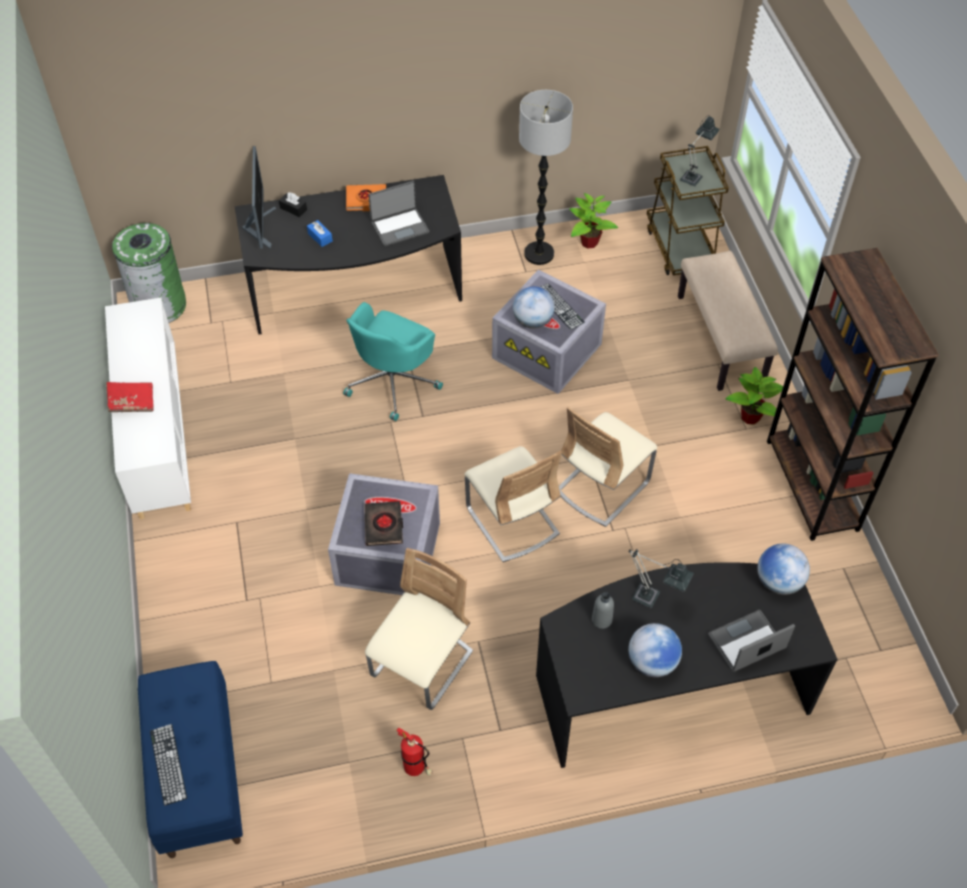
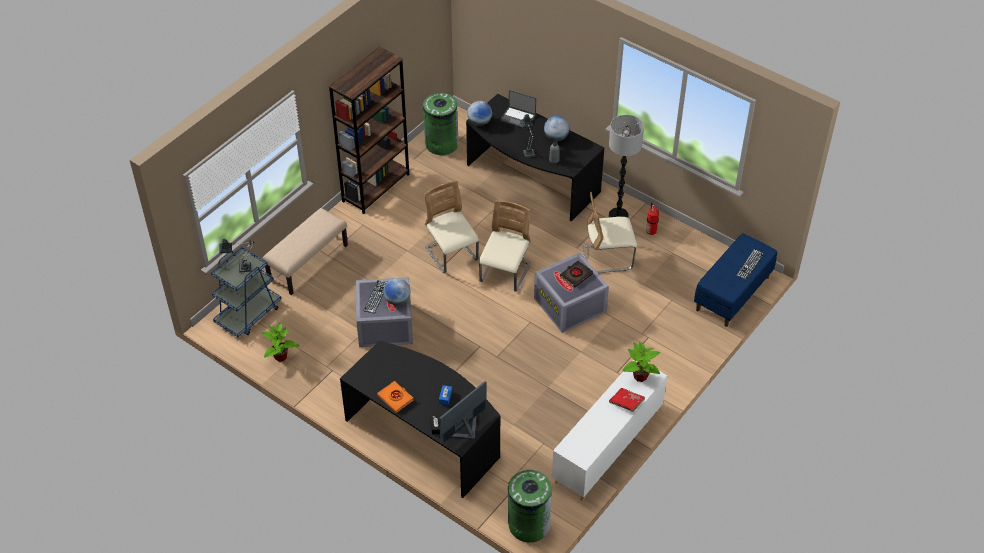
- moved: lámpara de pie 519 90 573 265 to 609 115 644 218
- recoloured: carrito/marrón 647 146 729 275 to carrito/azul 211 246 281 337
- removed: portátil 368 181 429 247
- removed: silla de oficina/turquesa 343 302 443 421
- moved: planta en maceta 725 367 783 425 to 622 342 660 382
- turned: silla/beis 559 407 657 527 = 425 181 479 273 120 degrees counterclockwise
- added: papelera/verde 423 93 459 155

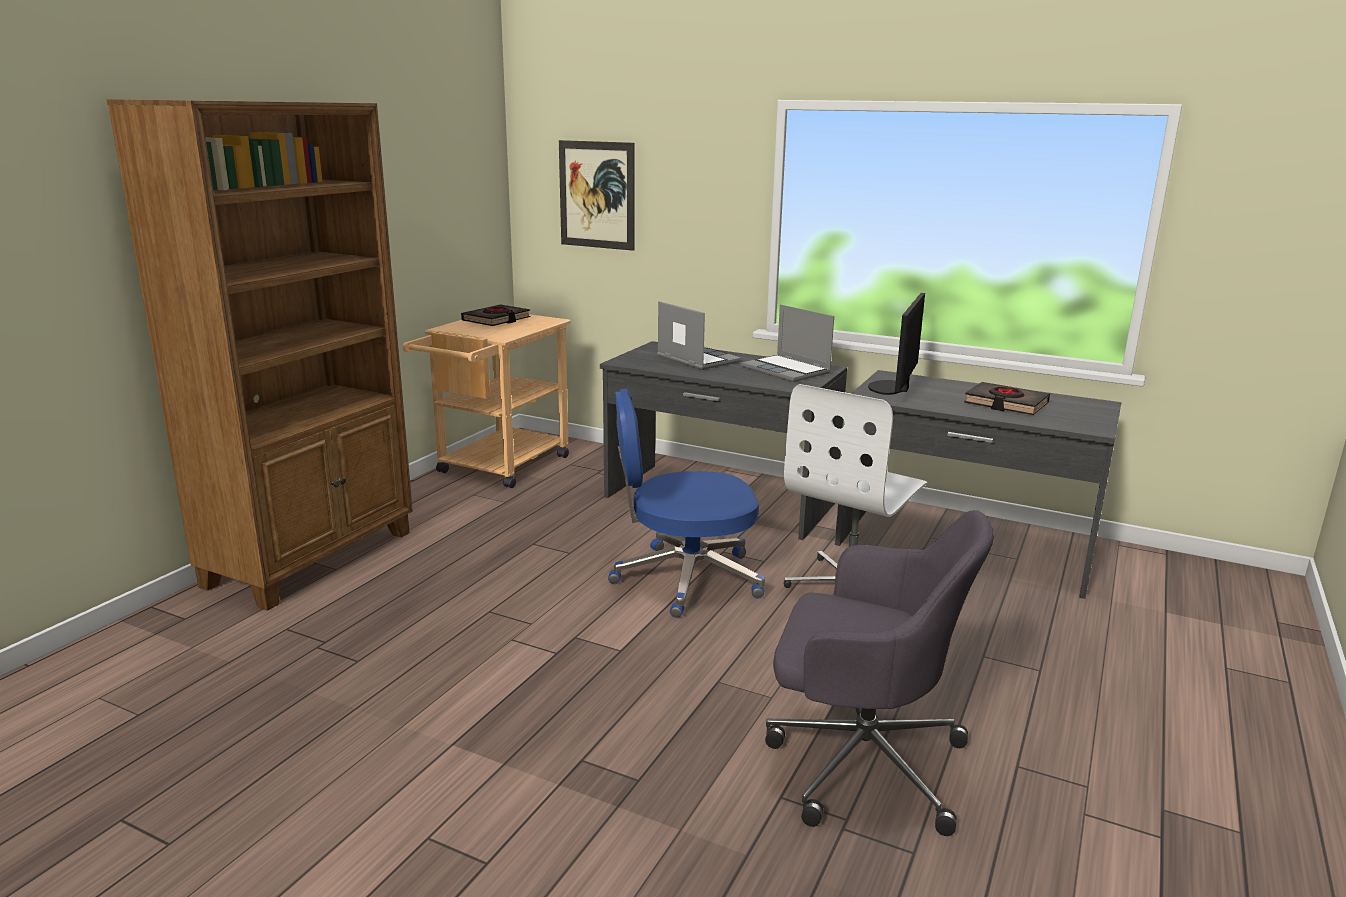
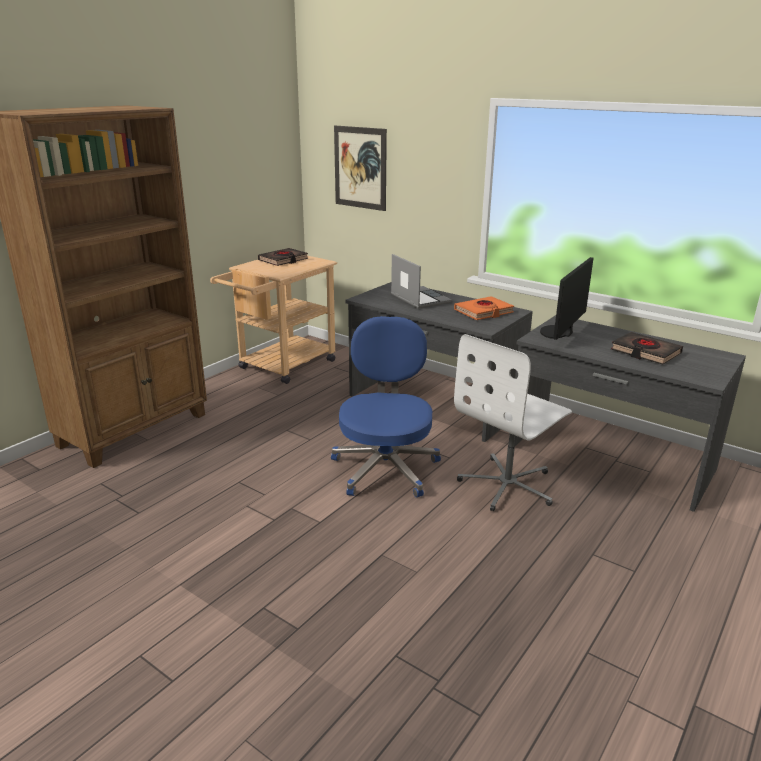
- replaced: portátil 741 304 834 382 to libro/naranja 454 296 514 320
- turned: silla de oficina/azul 608 388 765 618 = 331 316 441 498 90 degrees clockwise
- removed: silla de oficina/gris 765 510 994 836

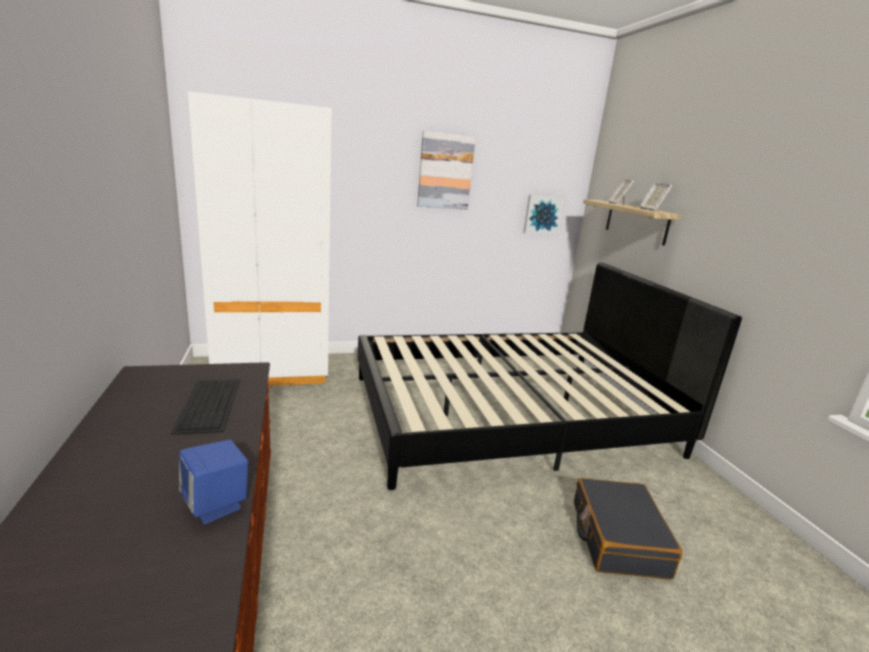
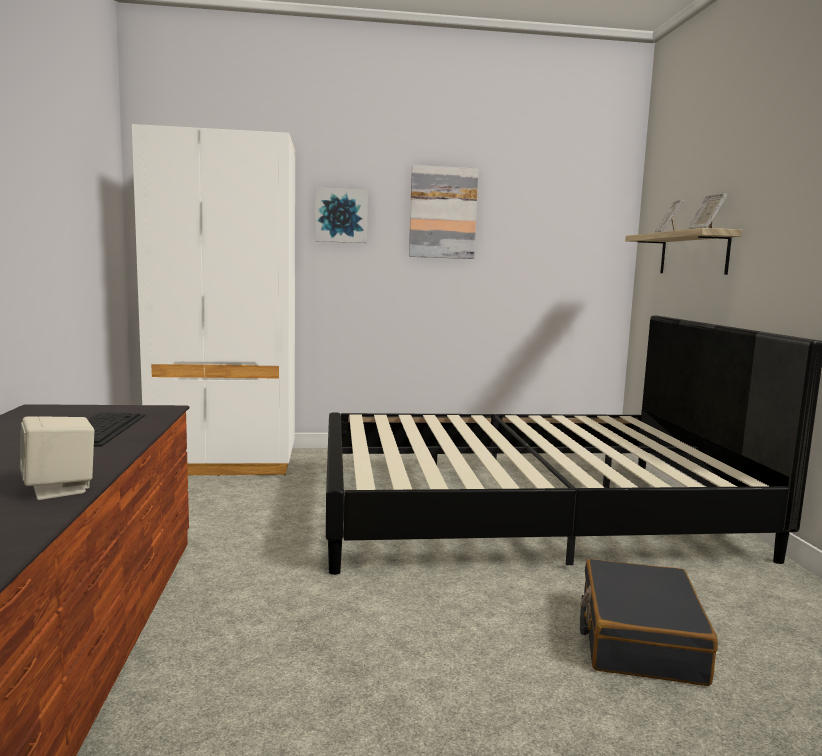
- moved: cuadro 523 195 565 235 to 315 188 368 243
- recoloured: altavoz/azul 179 440 248 524 to altavoz/beis 20 416 94 500

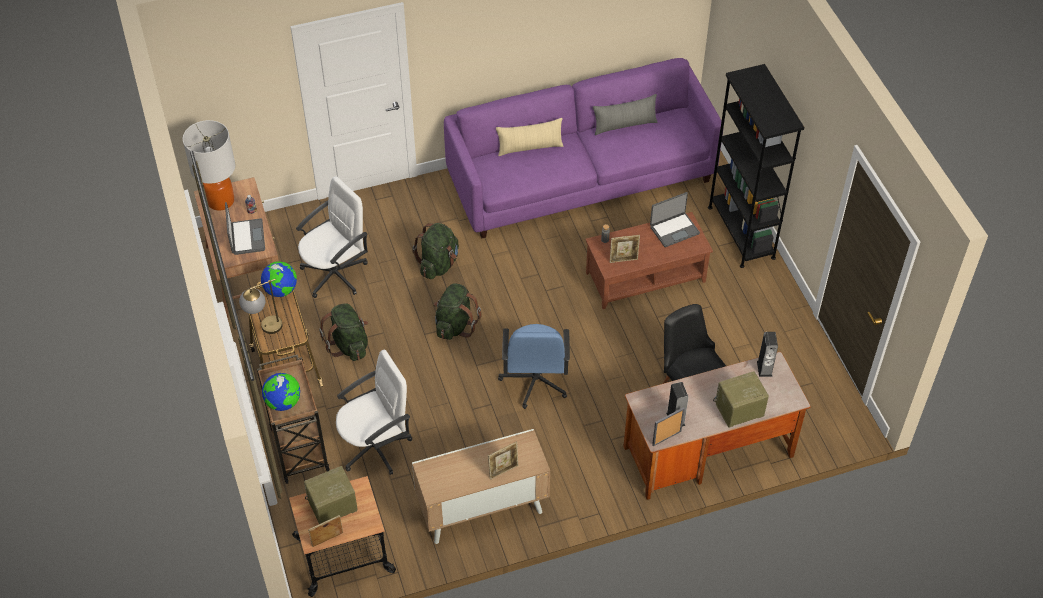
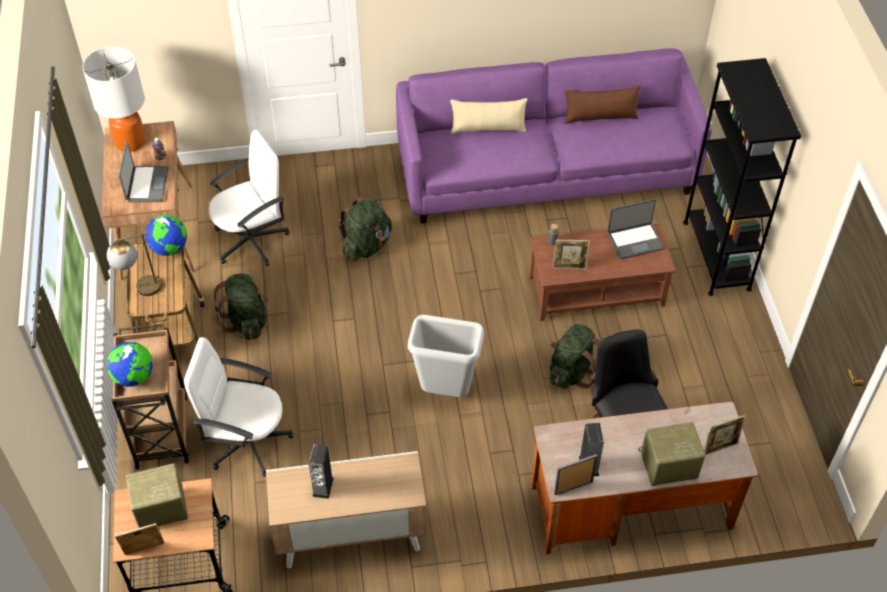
- recoloured: cojín/gris 593 94 658 135 to cojín/marrón 564 85 641 124
- moved: mochila/verde 434 283 482 340 to 550 324 600 389
- replaced: silla de oficina/azul 498 324 570 409 to papelera/gris 408 315 484 397
- moved: altavoz 757 332 778 377 to 309 444 334 499
- turned: silla de oficina/blanco 336 350 412 475 = 184 337 294 477 150 degrees counterclockwise
- moved: portarretratos 488 441 518 480 to 704 415 746 455

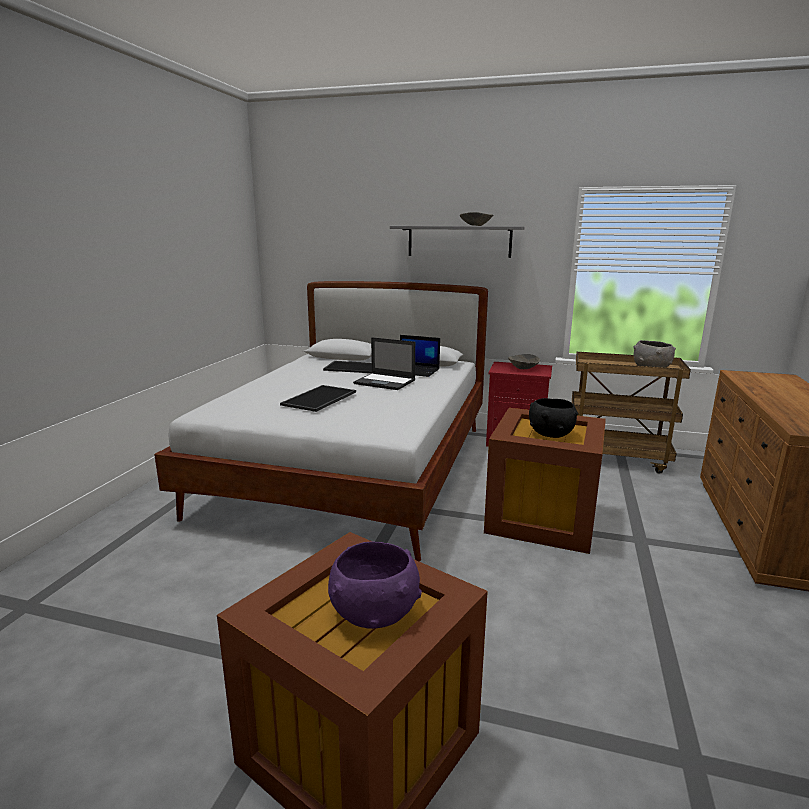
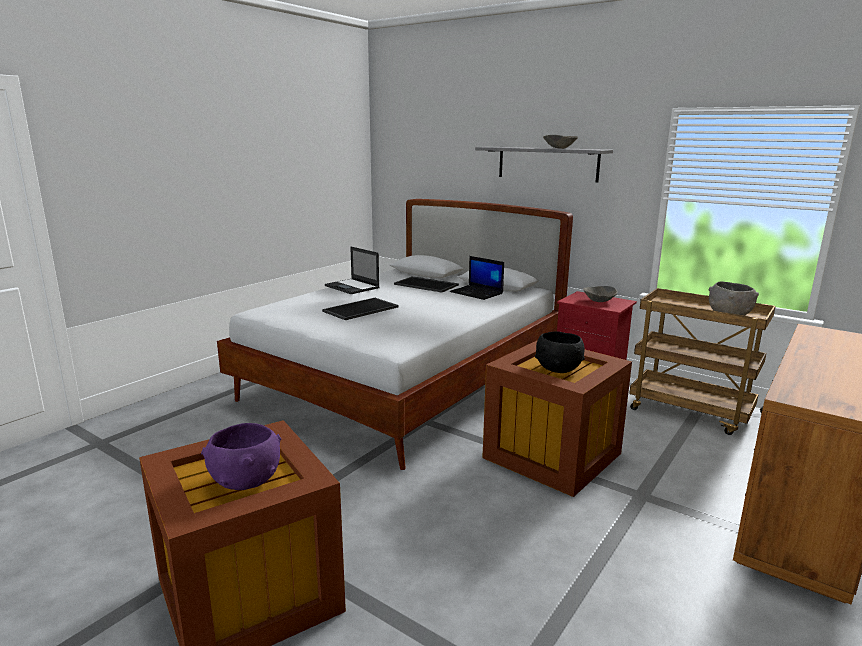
- moved: portátil 353 337 415 390 to 325 246 380 294

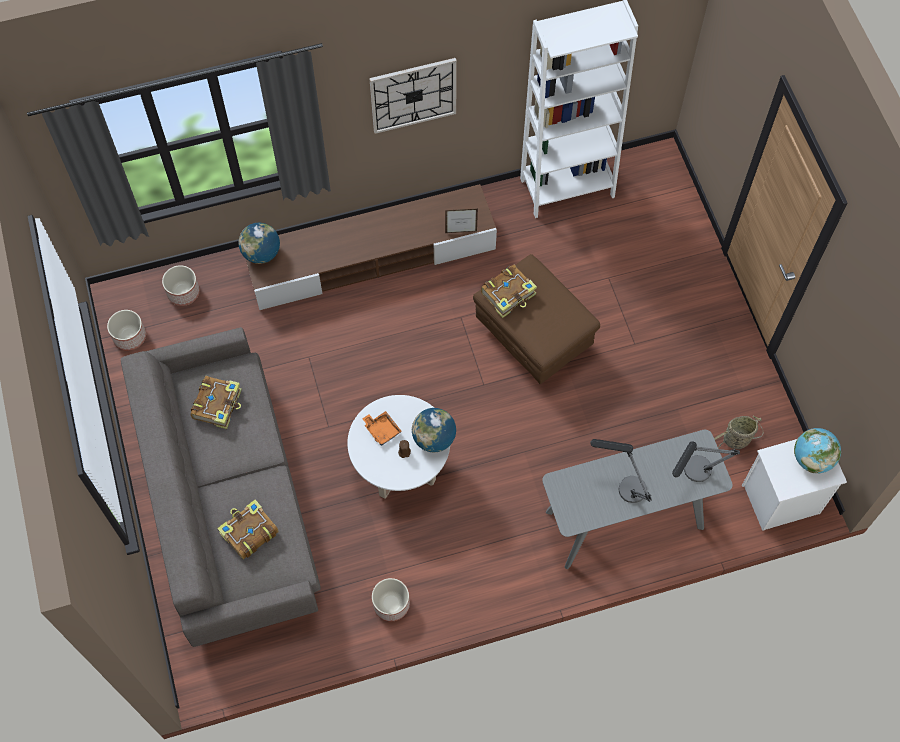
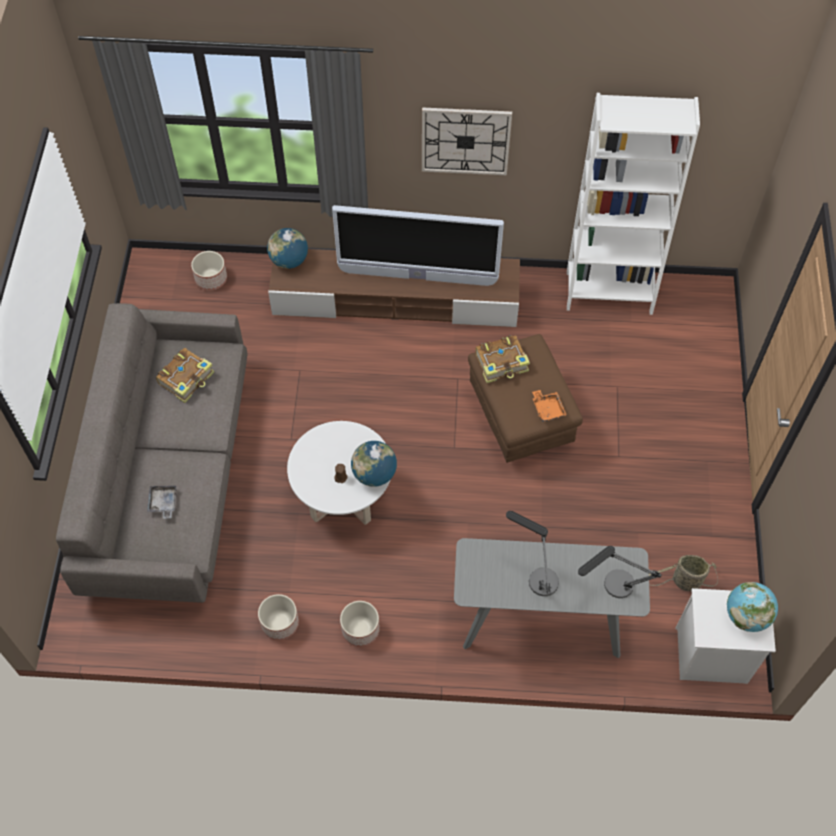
- removed: portarretratos 445 209 478 233
- moved: maceta 107 310 146 350 to 340 601 380 647
- moved: bandeja/naranja 362 411 402 446 to 532 390 567 422
- replaced: libro 217 500 279 559 to bandeja/gris 147 485 177 519
- added: televisor 332 205 504 286

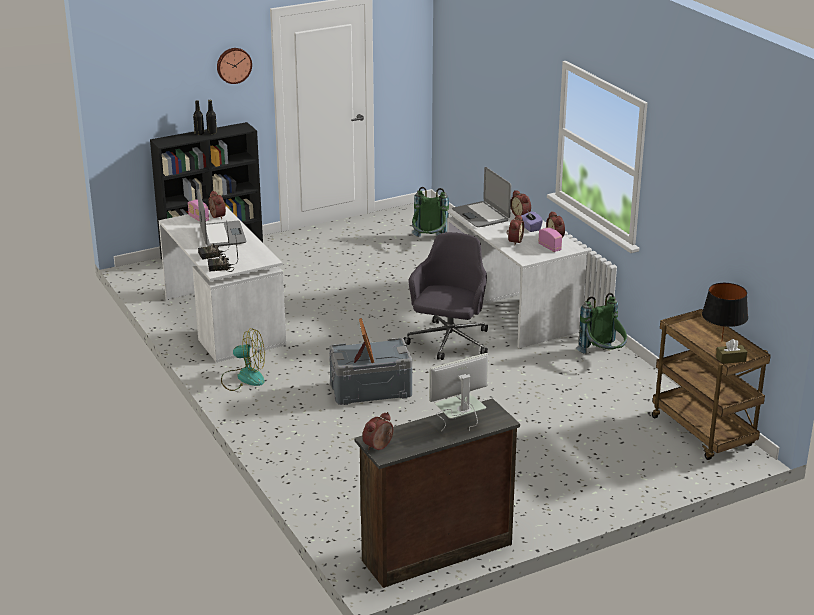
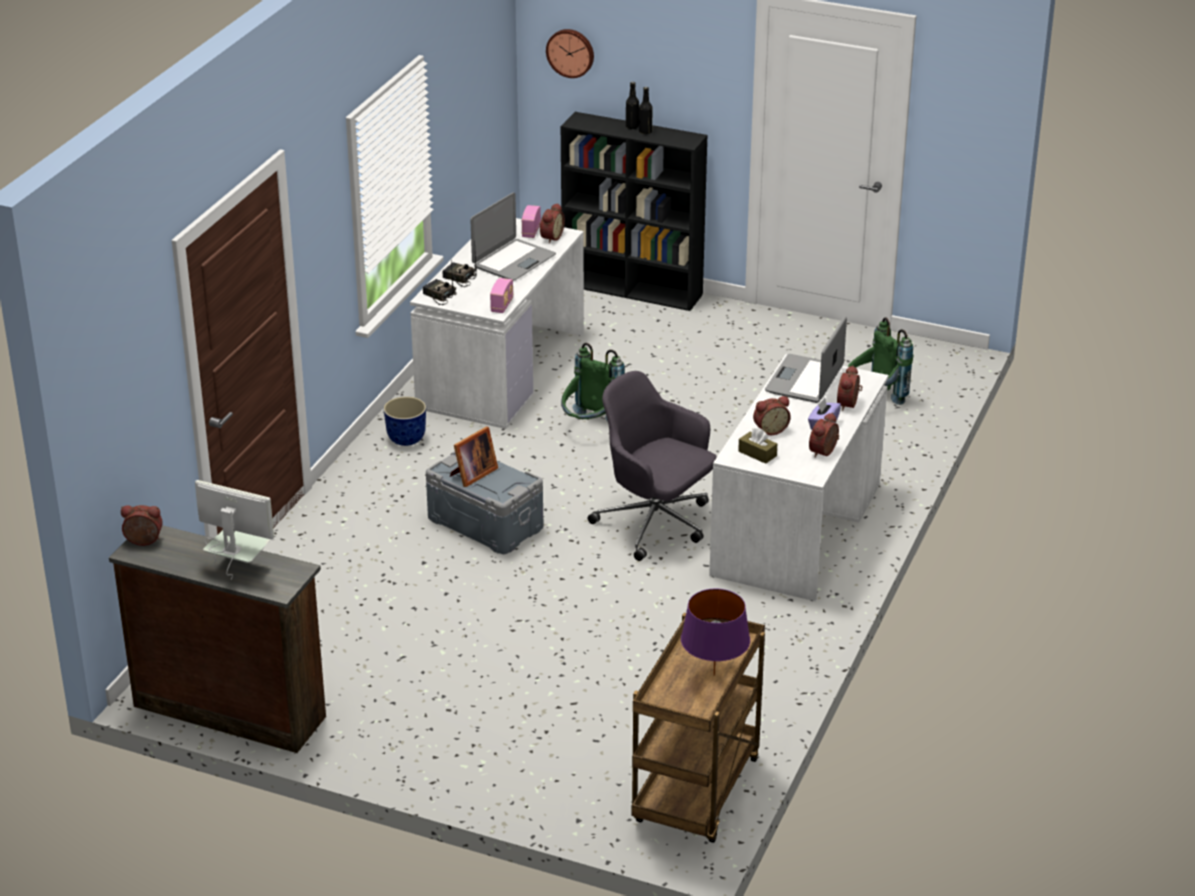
- moved: reloj de pared 217 48 252 84 to 546 29 594 78
- moved: radio 538 227 562 252 to 490 278 514 313
- turned: silla de oficina/gris 404 232 488 360 = 588 371 717 561 120 degrees counterclockwise
- recoloured: lámpara de mesa/negro 702 283 748 340 to lámpara de mesa/morado 681 589 750 676
- moved: mochila/verde 576 293 627 354 to 561 343 625 421
- replaced: ventilador 221 328 265 391 to maceta 383 396 426 446
- moved: caja de pañuelos/marrón 716 339 747 364 to 738 428 777 464

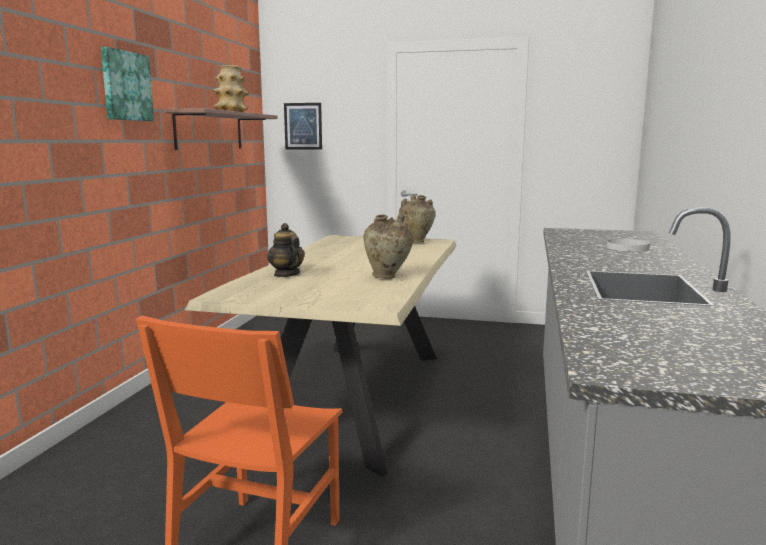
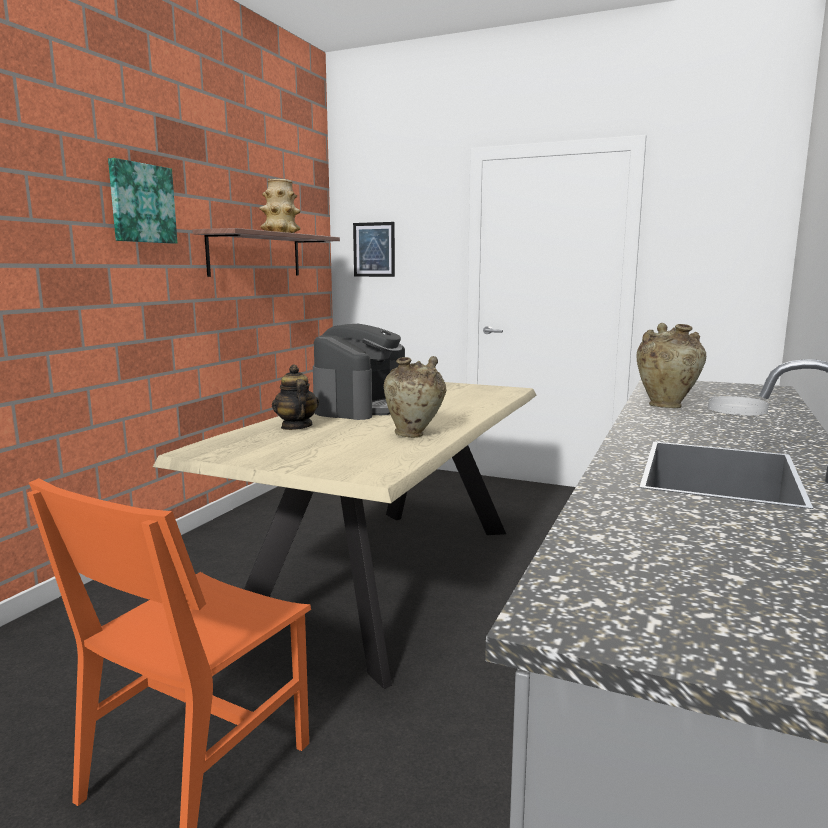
- moved: florero/beis 399 195 436 243 to 637 323 706 408
- added: cafetera 313 324 405 420

